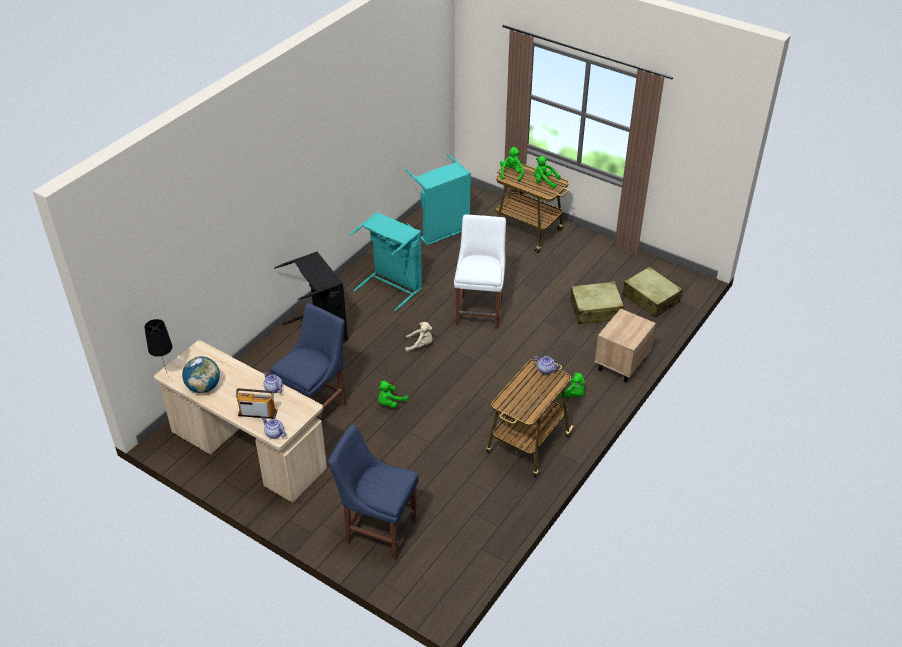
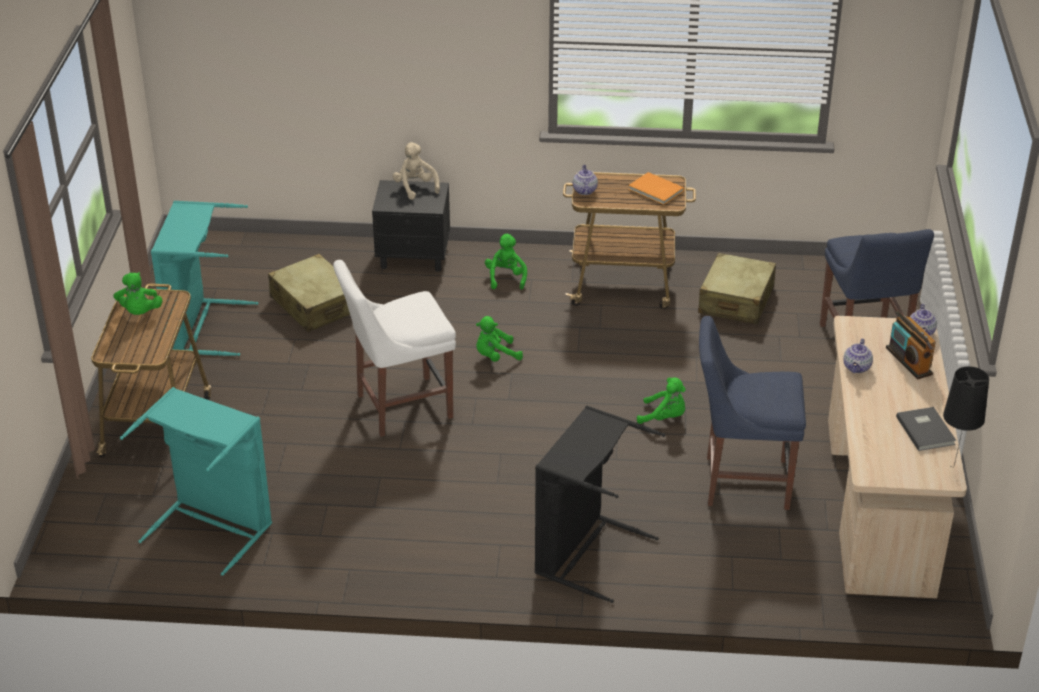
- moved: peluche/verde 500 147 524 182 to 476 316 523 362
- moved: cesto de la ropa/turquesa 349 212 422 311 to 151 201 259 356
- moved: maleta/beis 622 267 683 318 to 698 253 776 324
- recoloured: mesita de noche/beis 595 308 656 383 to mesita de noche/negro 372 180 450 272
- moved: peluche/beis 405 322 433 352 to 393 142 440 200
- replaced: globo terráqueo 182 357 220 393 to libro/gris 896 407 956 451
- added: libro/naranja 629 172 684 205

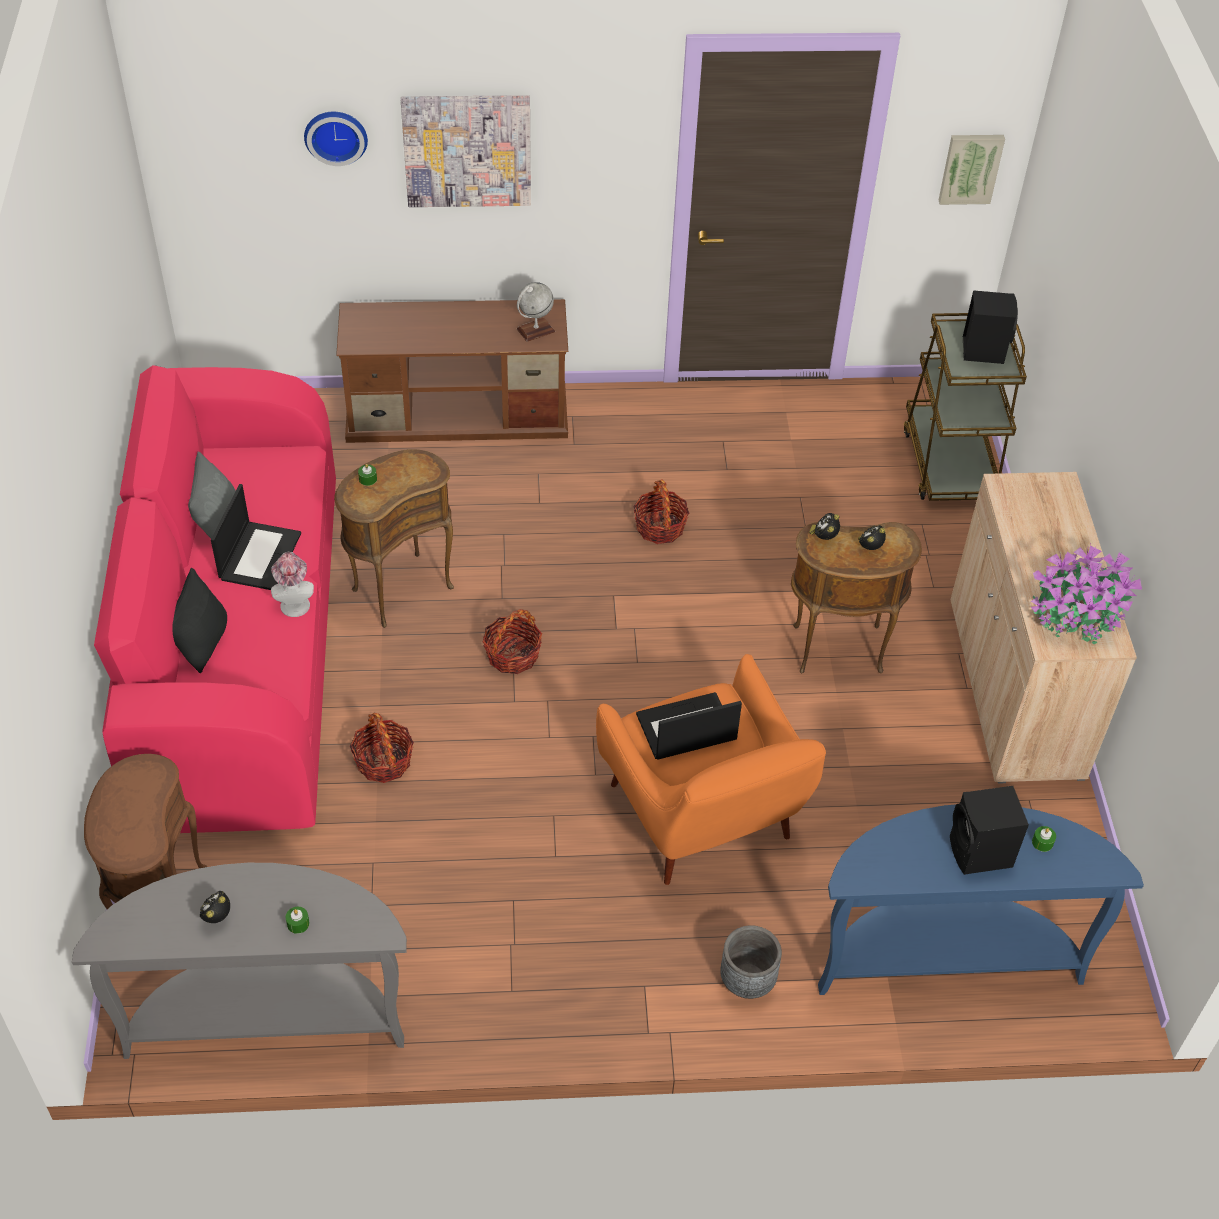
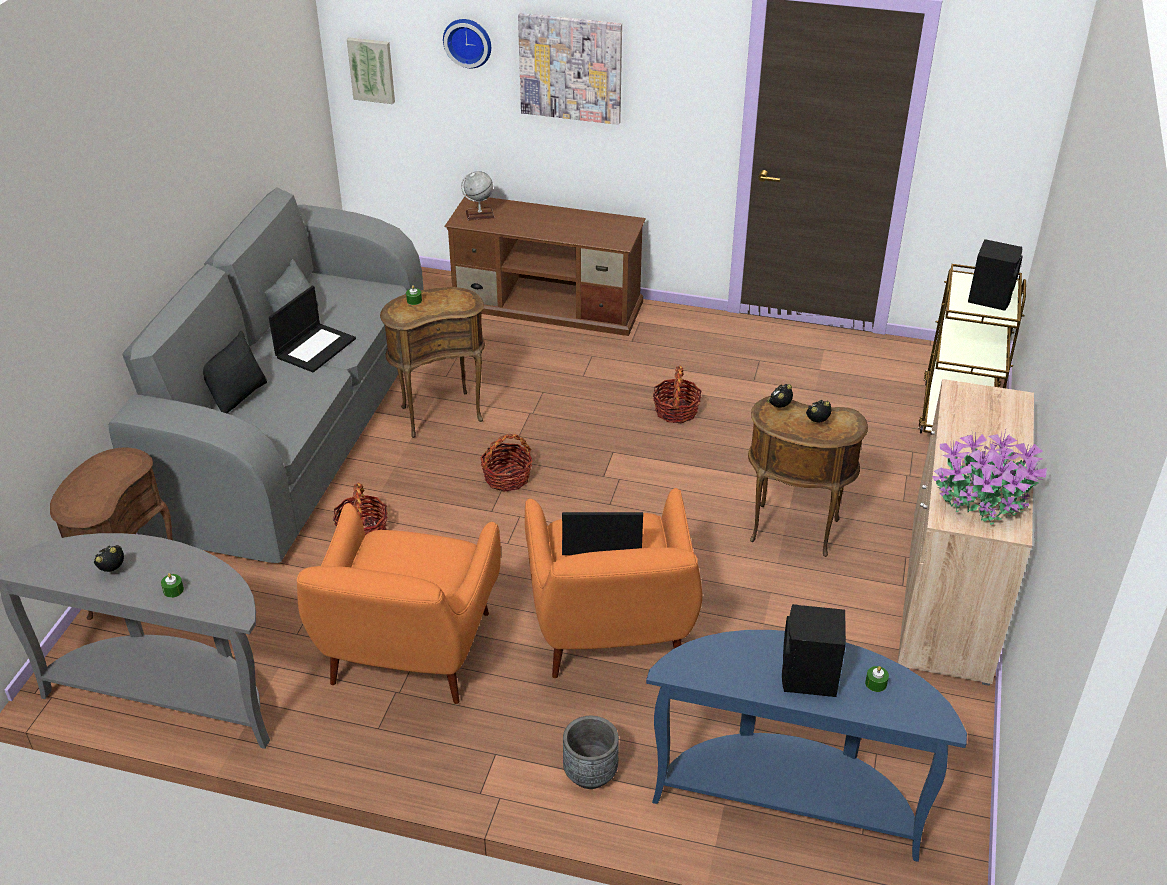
- moved: cuadro 939 135 1005 205 to 347 37 395 104
- moved: globo terráqueo 517 282 555 342 to 461 171 495 221
- recoloured: sofá/rosa 94 365 336 833 to sofá/gris 108 188 424 563
- removed: sombrero 271 552 314 617
- added: sillón/naranja 297 503 501 704

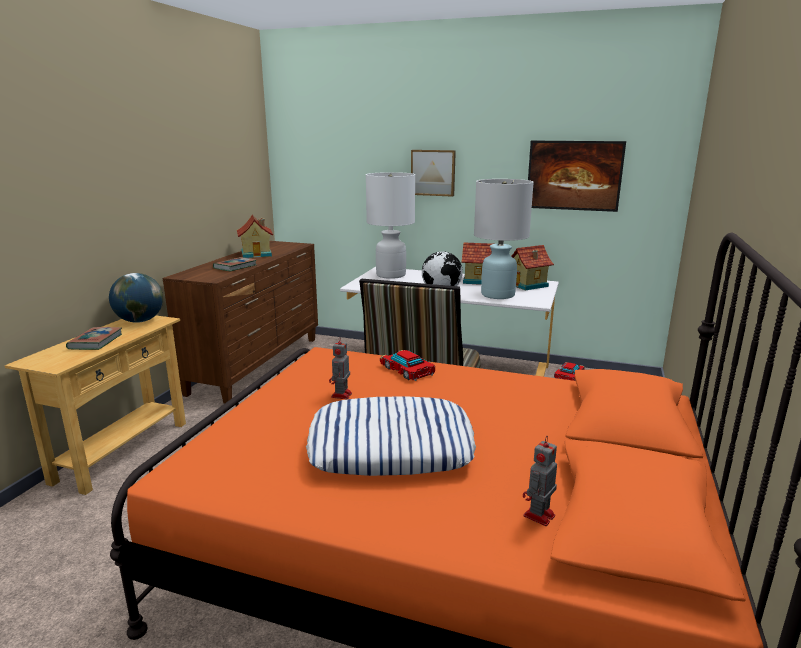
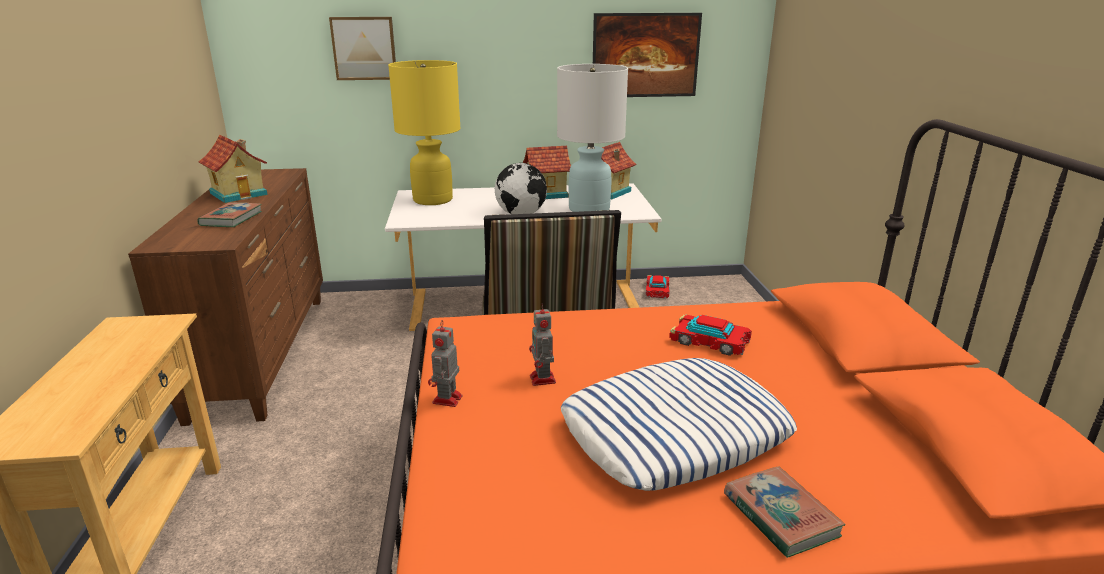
- moved: cuadro 411 150 456 197 to 329 17 396 80
- recoloured: lámpara de mesa/blanco 366 172 415 279 to lámpara de mesa/amarillo 388 60 461 205
- removed: globo terráqueo 109 273 163 323
- moved: libro 66 327 122 350 to 724 466 846 558
- moved: coche de juguete 380 350 435 381 to 669 315 752 356
- moved: robot de juguete 523 436 557 526 to 428 320 462 407

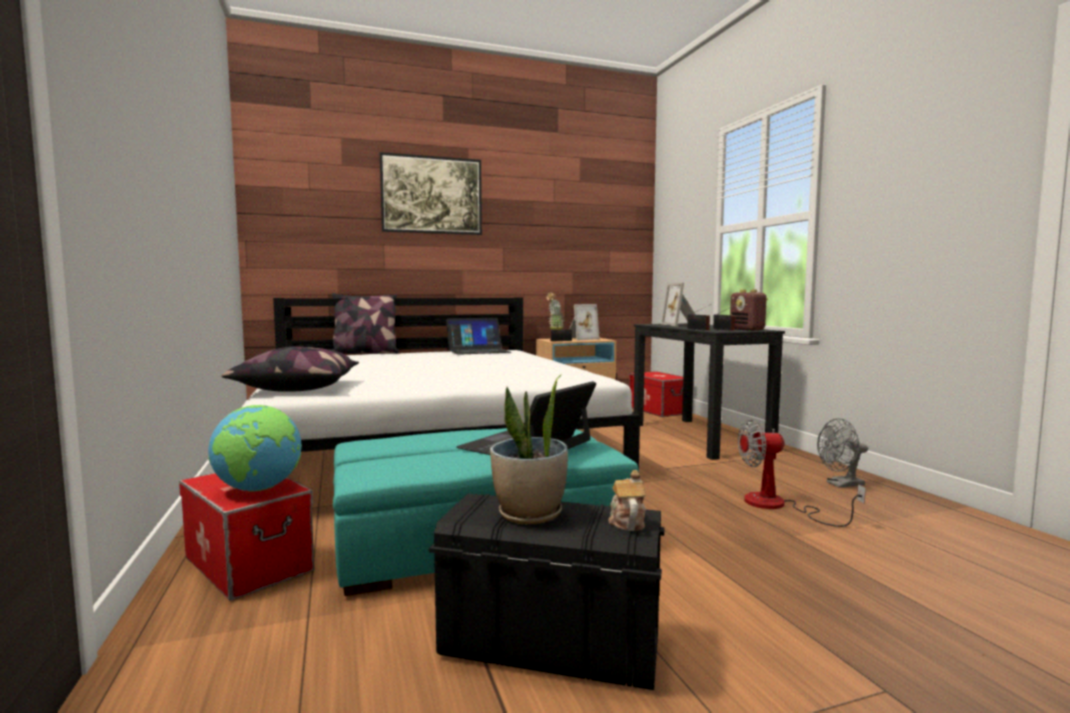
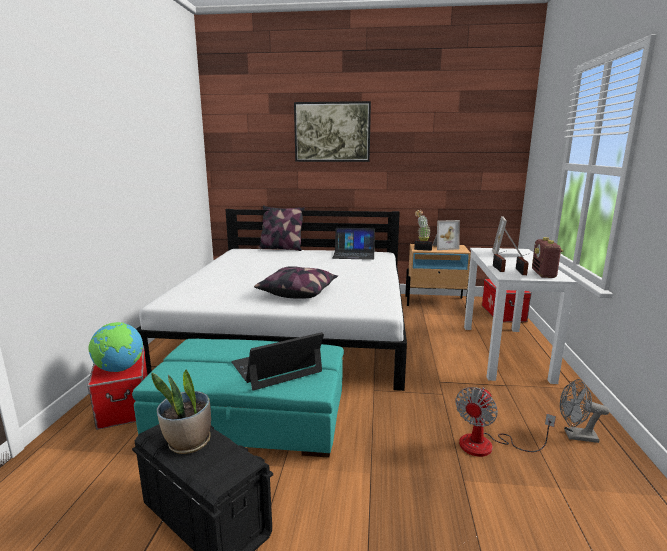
- recoloured: escritorio/negro 634 323 785 460 to escritorio/blanco 464 248 577 384
- moved: cojín 222 347 359 392 to 254 266 338 299
- turned: ventilador 738 420 866 527 = 455 387 556 457 75 degrees counterclockwise
- removed: tetera 608 470 646 531

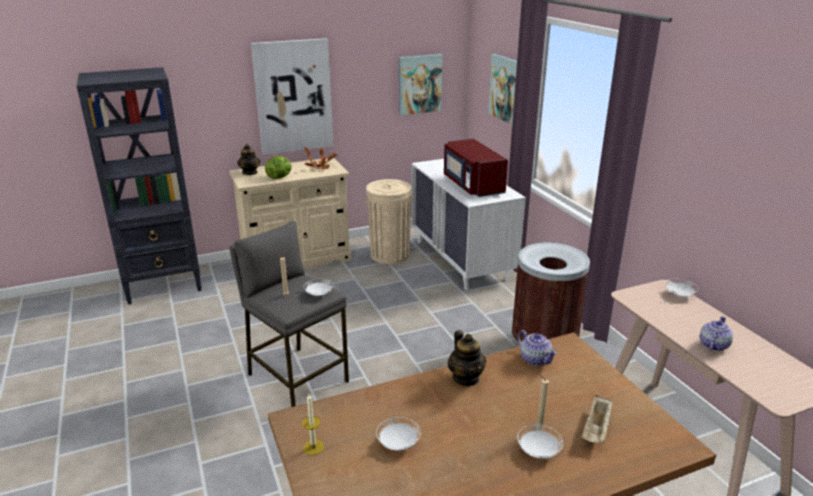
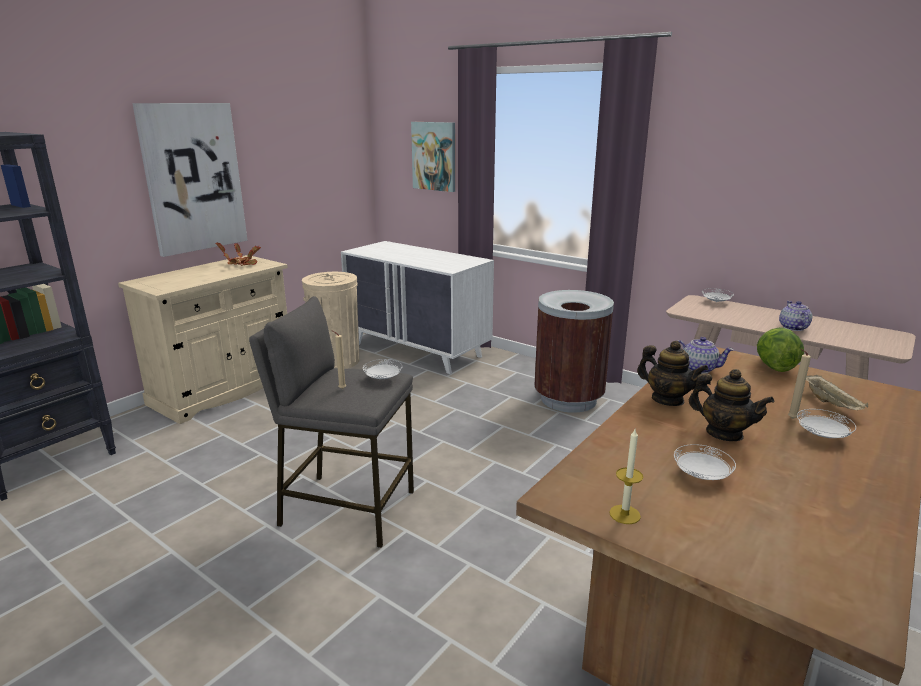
- removed: cuadro 399 54 443 115
- removed: microondas/rojo 444 139 508 197
- moved: tetera 237 144 260 175 to 689 369 774 441
- moved: lechuga 265 156 292 179 to 757 327 804 372

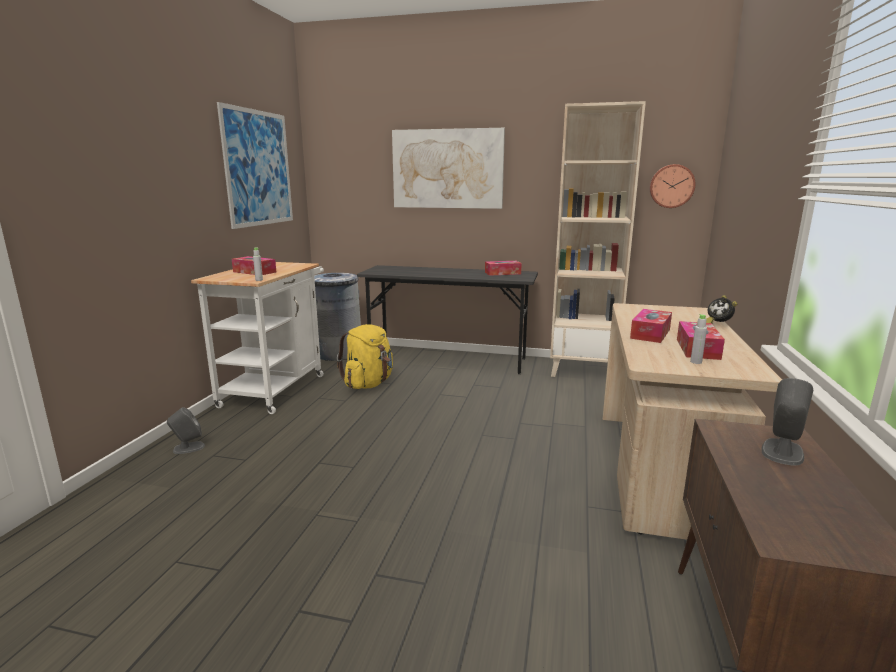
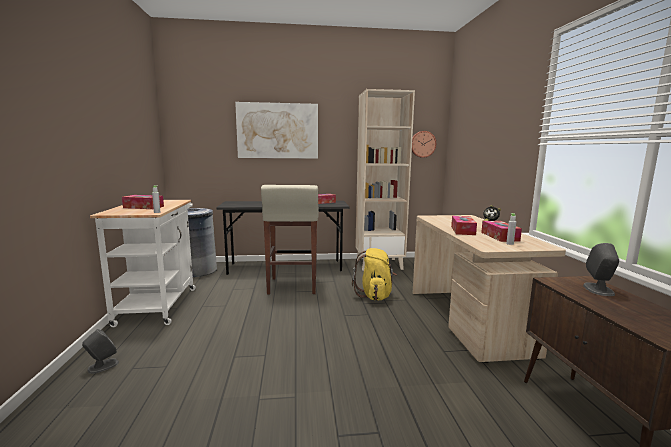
- removed: cuadro 217 102 293 229
- moved: mochila/amarillo 337 324 393 389 to 352 248 397 300
- added: taburete/beis 261 185 319 295

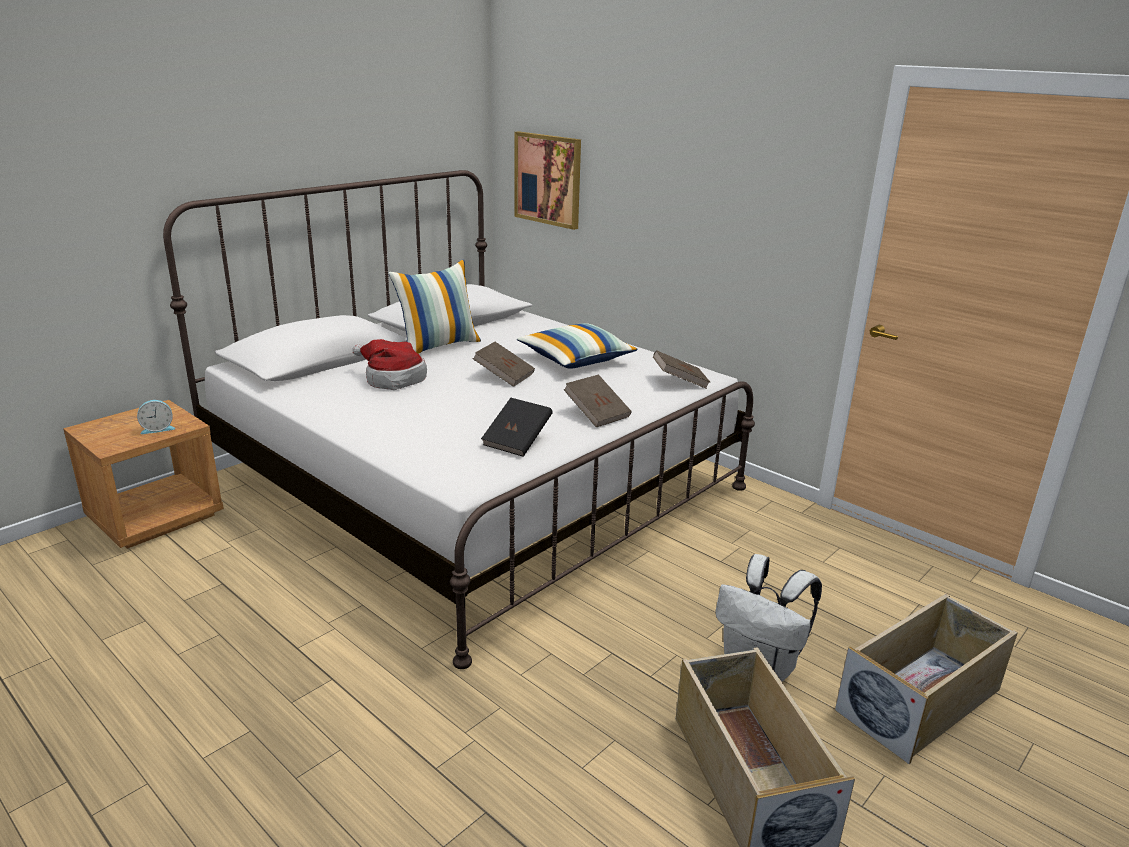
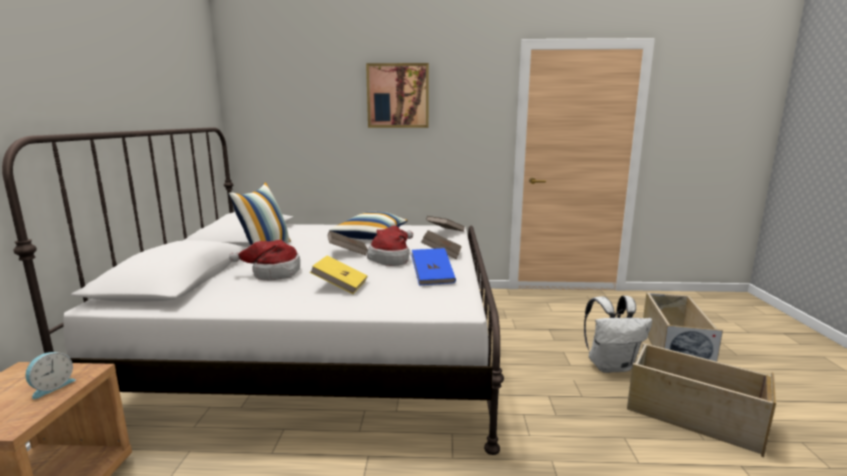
- moved: cuadro 514 131 581 230 to 366 63 429 128
- recoloured: libro/negro 481 398 553 457 to libro/azul 411 248 456 286
- added: sombrero 367 226 413 266
- added: libro/amarillo 310 256 368 294

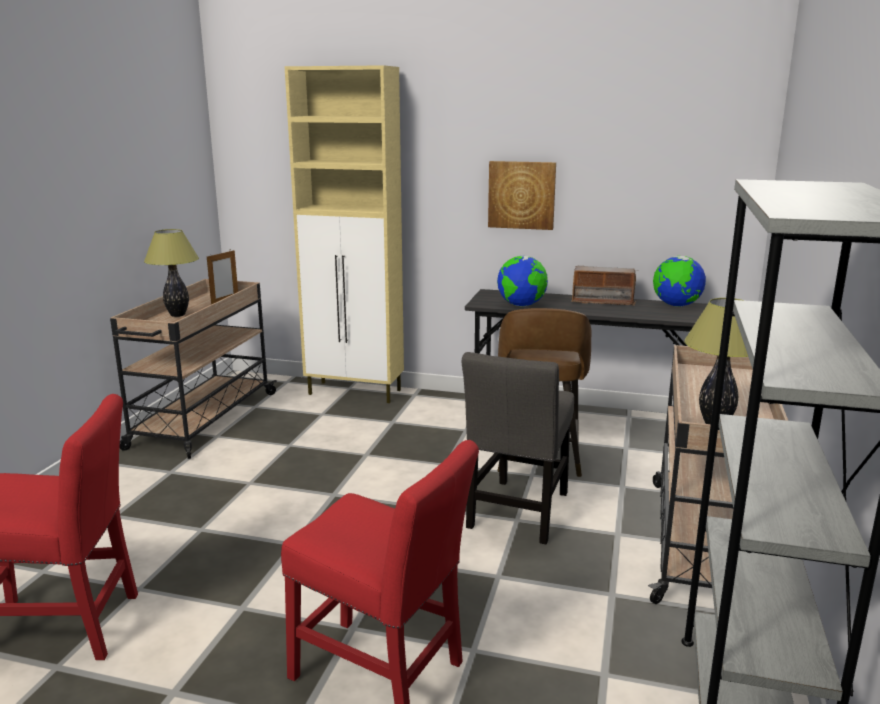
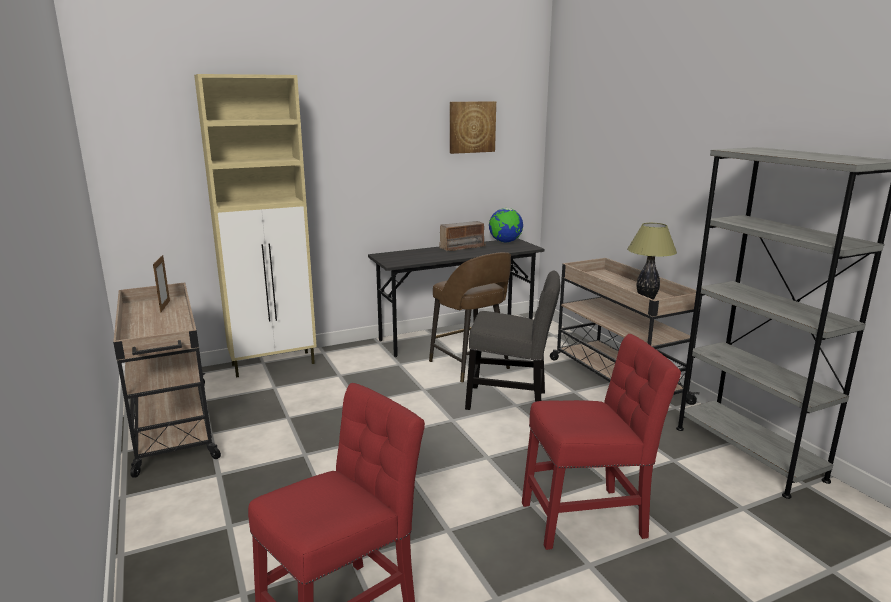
- moved: cuadro 488 161 556 230 to 450 101 496 154
- removed: lámpara de mesa 144 229 199 317
- removed: globo terráqueo 497 256 548 307
- turned: silla/gris 462 352 574 544 = 465 270 561 410 60 degrees counterclockwise

